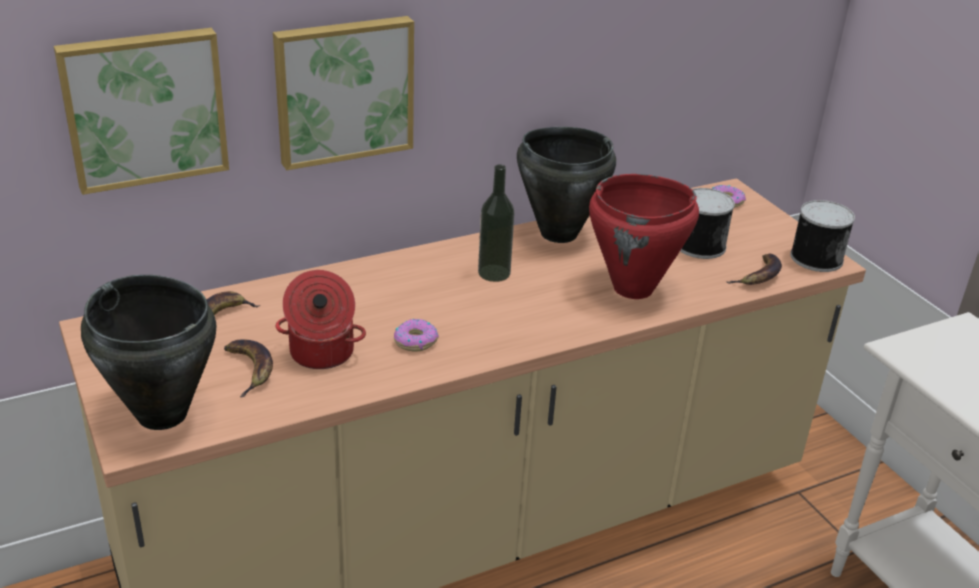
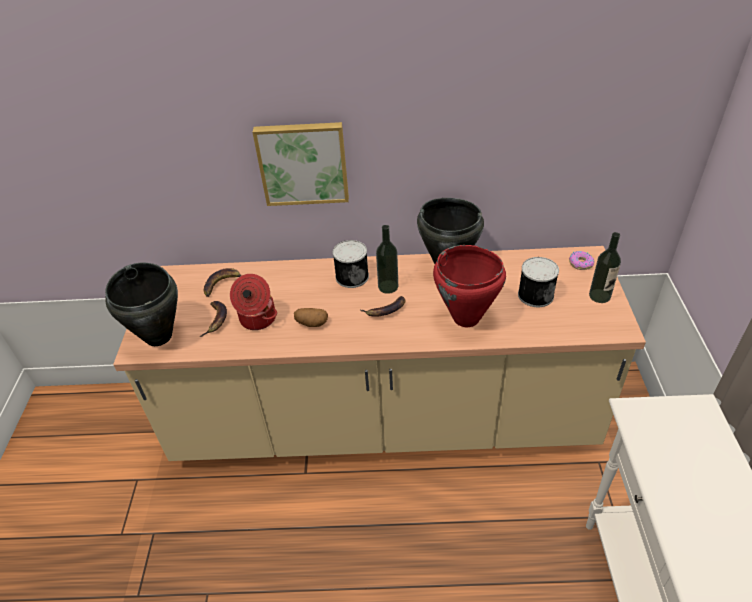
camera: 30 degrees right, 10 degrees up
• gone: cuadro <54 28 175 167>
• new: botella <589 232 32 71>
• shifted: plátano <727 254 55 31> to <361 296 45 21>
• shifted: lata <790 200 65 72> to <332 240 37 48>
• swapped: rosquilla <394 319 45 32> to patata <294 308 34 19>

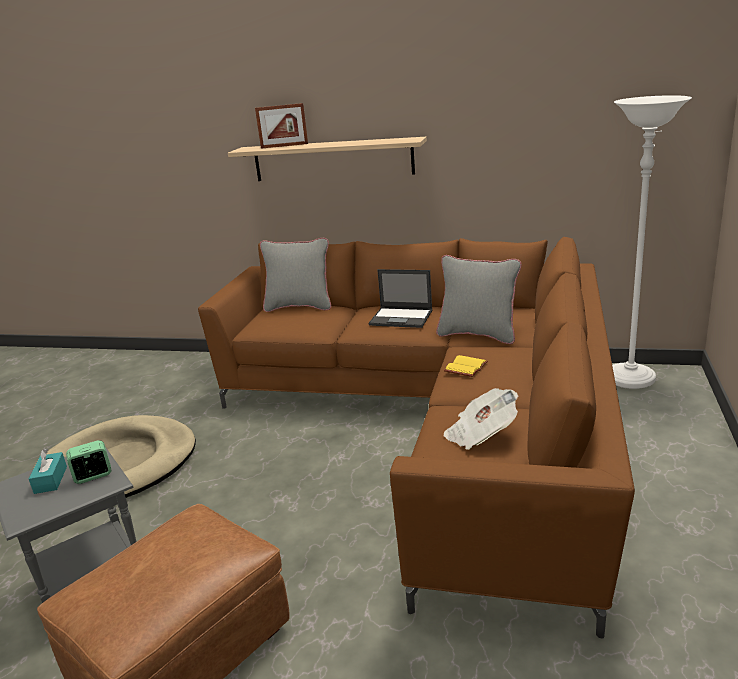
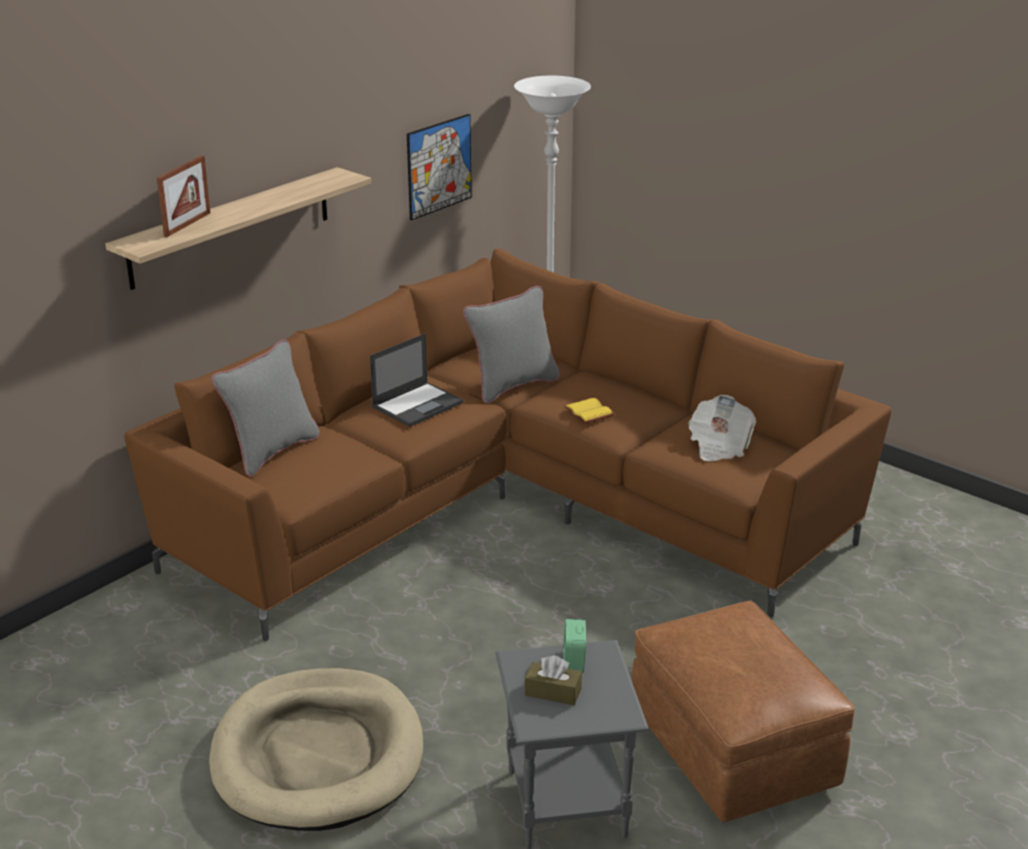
camera: 65 degrees left, 5 degrees up
• new: cuadro <407 114 65 107>
• repainted: caja de pañuelos (turquesa) <29 448 38 46> to caja de pañuelos (marrón) <525 655 57 50>

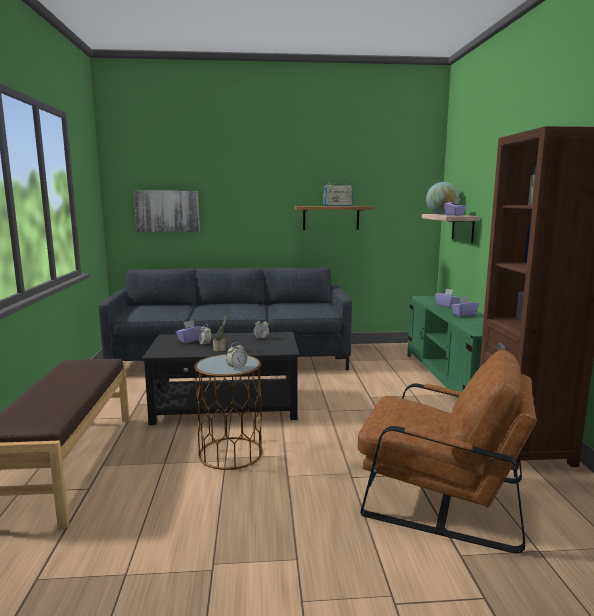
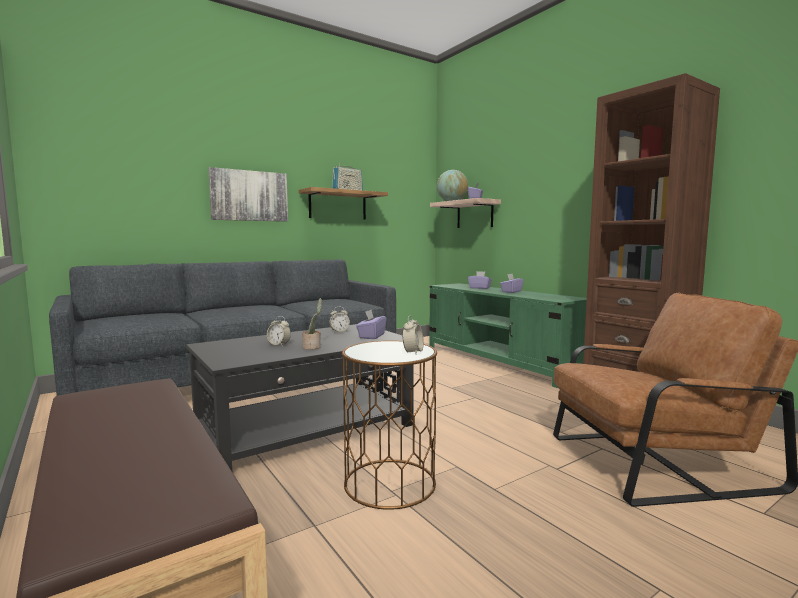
camera: 30 degrees left, 5 degrees down
• shifted: cuadro <134 191 66 41> to <208 167 80 55>
• shifted: caja de pañuelos (morado) <176 320 28 23> to <356 310 31 29>

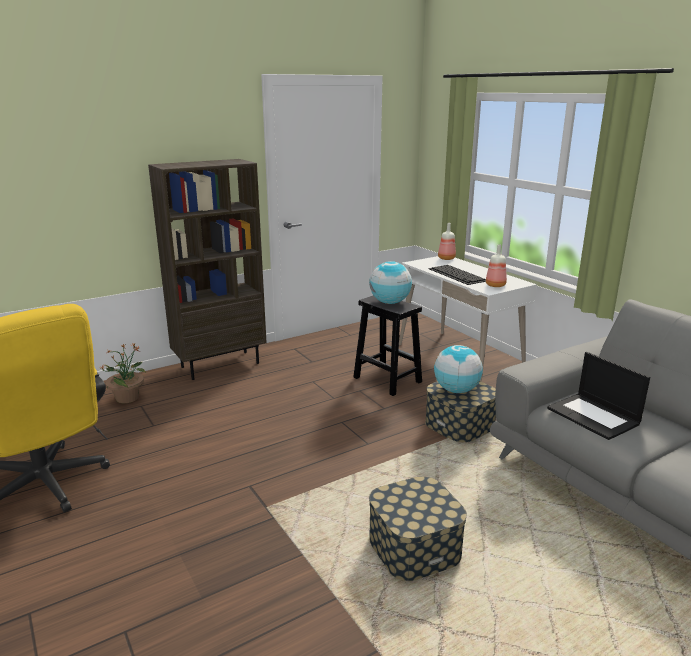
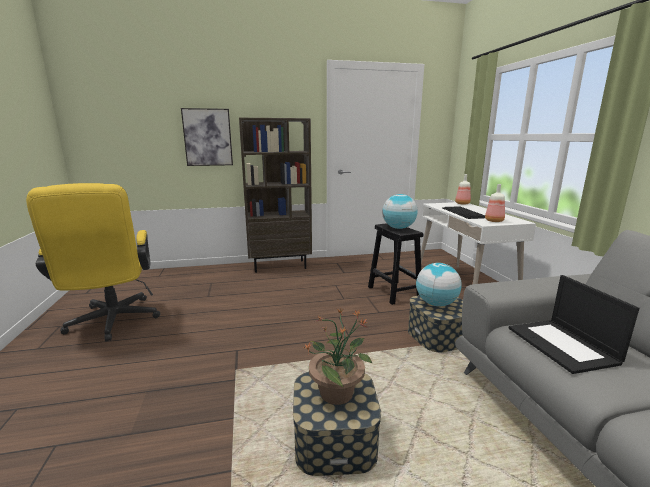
camera: 20 degrees right, 5 degrees down
• new: cuadro <181 108 52 58>
• shifted: planta en maceta <100 342 46 61> to <304 309 68 96>

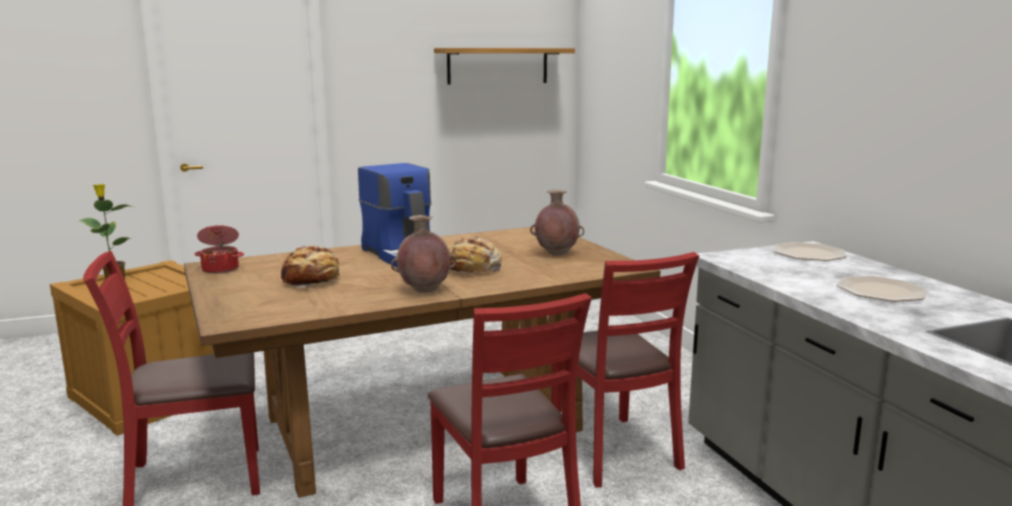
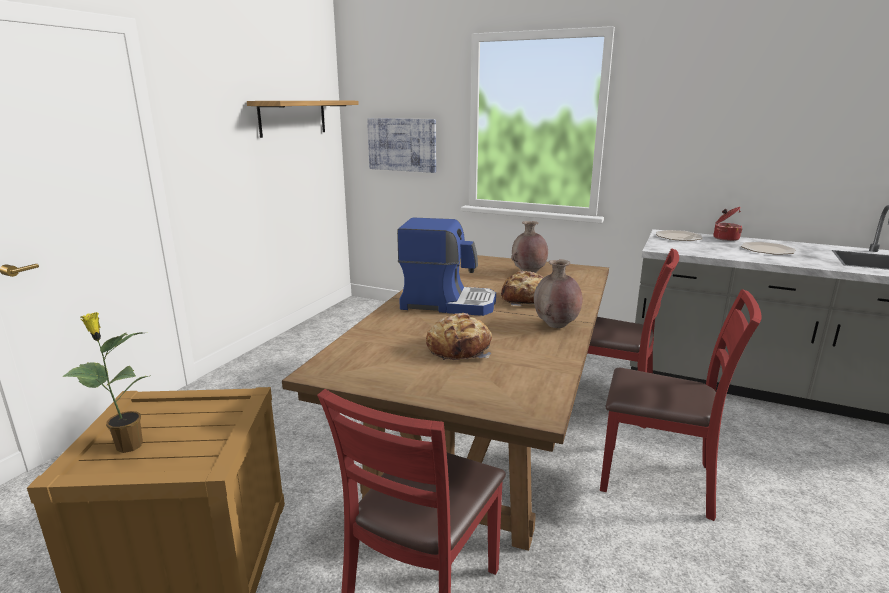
camera: 45 degrees left, 5 degrees up
• new: cuadro <367 118 69 55>
• shifted: olla <194 225 50 49> to <713 207 29 34>

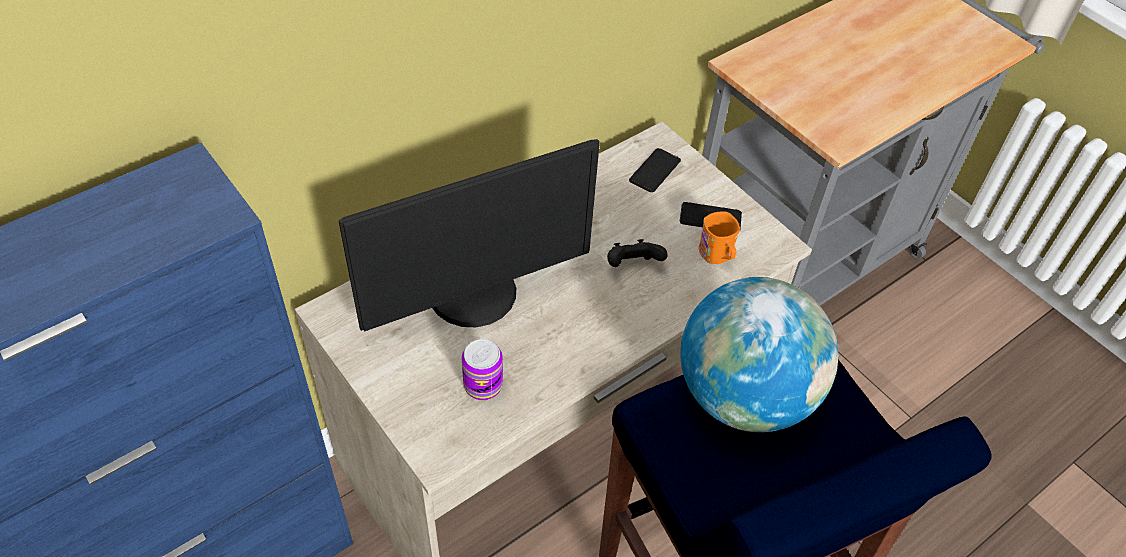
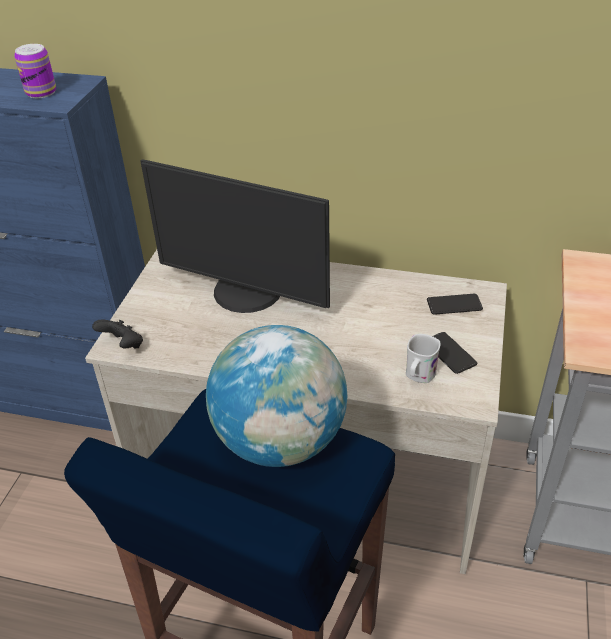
camera: 55 degrees right, 10 degrees down
• shifted: lata <462 339 41 61> to <14 44 42 54>
• shifted: mando de consola (negro) <607 239 61 28> to <92 320 51 29>
• repainted: taza grande (naranja) <699 211 41 53> to taza grande (blanco) <406 334 35 49>

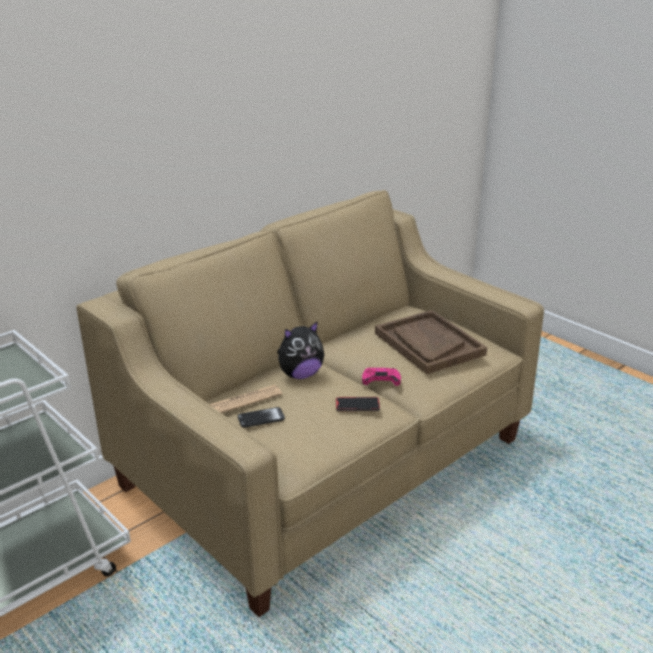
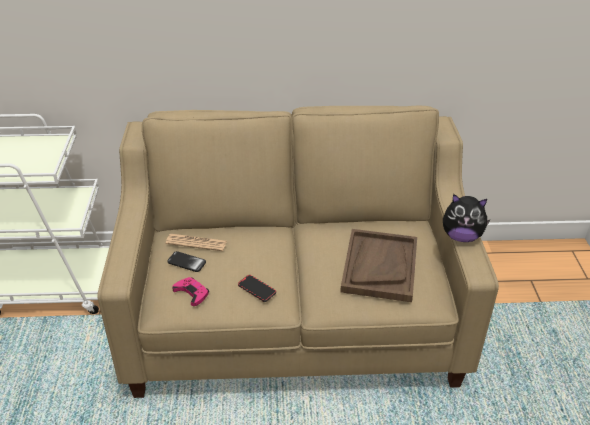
camera: 40 degrees right, 10 degrees up
• shifted: peluche <277 321 47 58> to <443 194 47 48>
• shifted: mando de consola (rosa) <362 368 39 18> to <172 277 37 29>

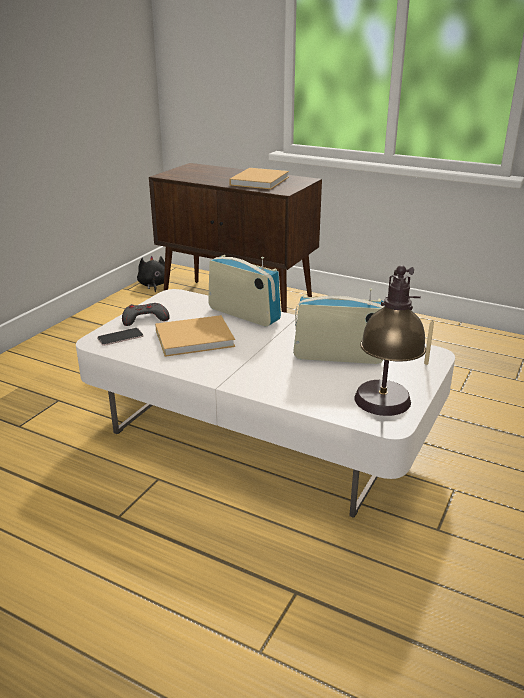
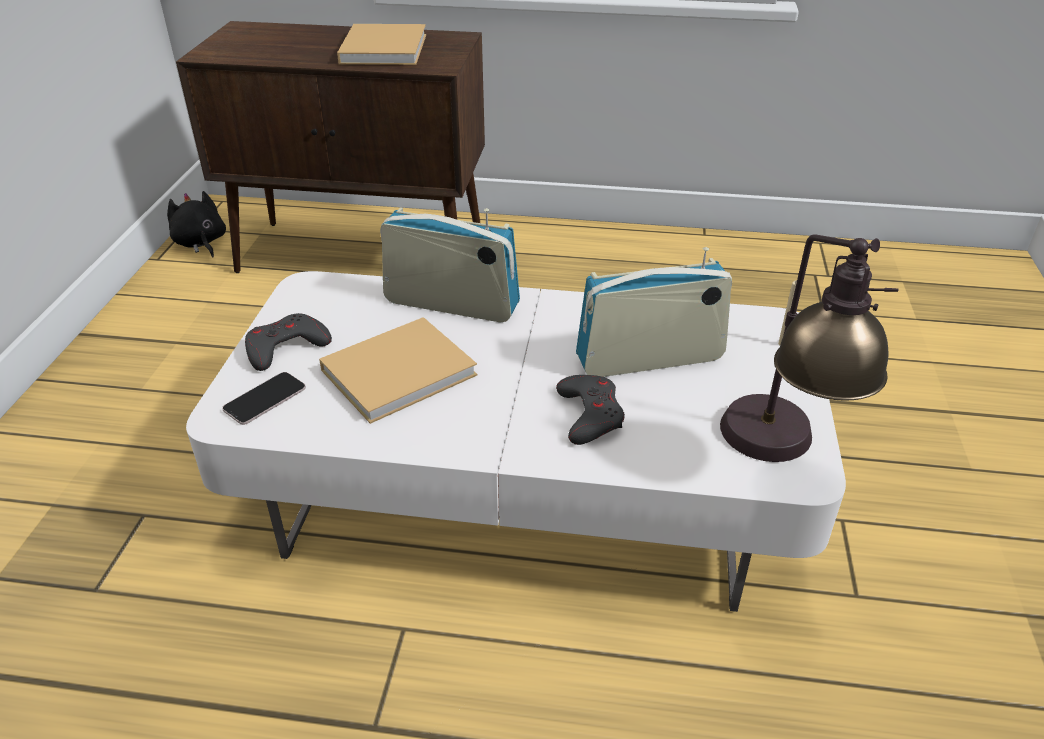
camera: 20 degrees left, 10 degrees up
• new: mando de consola (gris) <556 375 69 70>

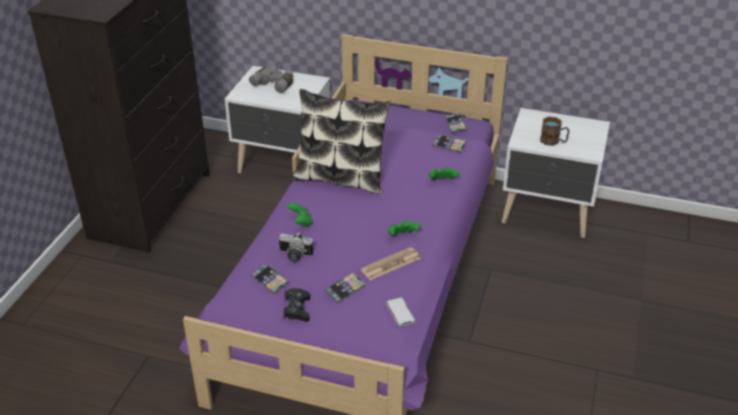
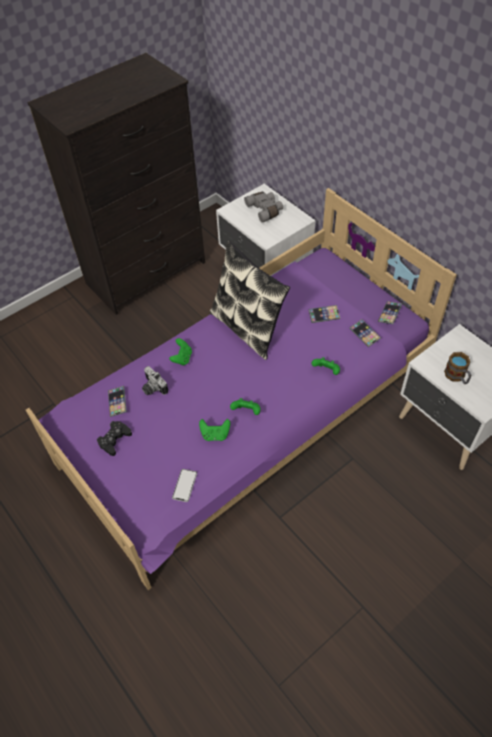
camera: 35 degrees right, 15 degrees up
• shifted: móvil <325 272 41 31> to <308 305 32 18>
• swapped: periódico <361 247 60 34> to mando de consola (verde) <199 419 31 22>

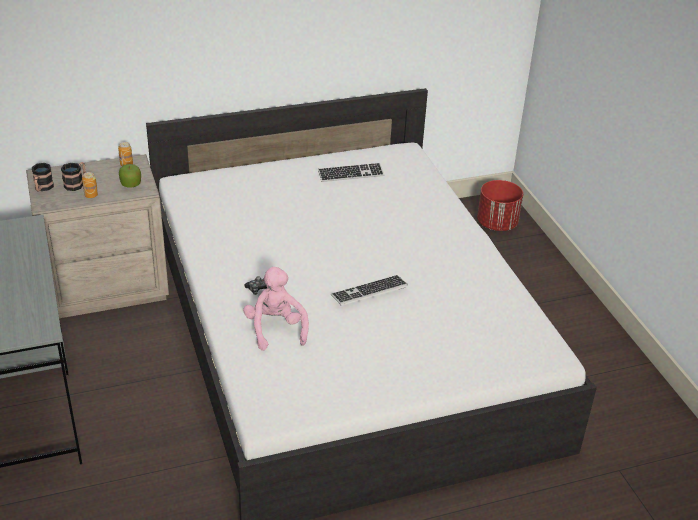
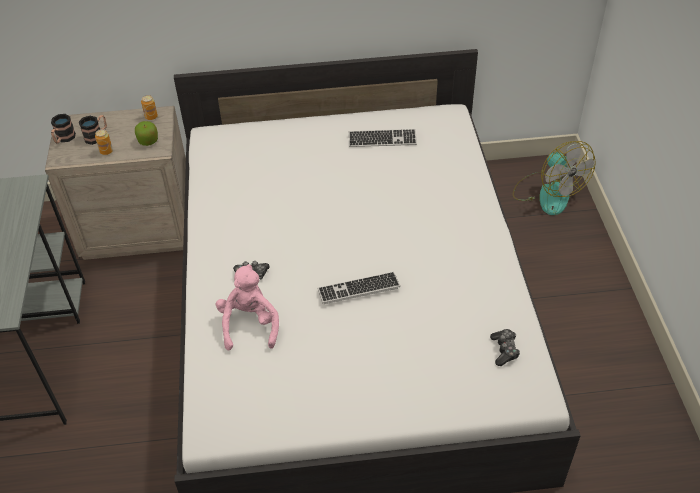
camera: 15 degrees right, 10 degrees up
• new: mando de consola <490 329 30 37>
• swapped: maceta (rojo) <477 180 46 51> to ventilador <513 141 83 74>

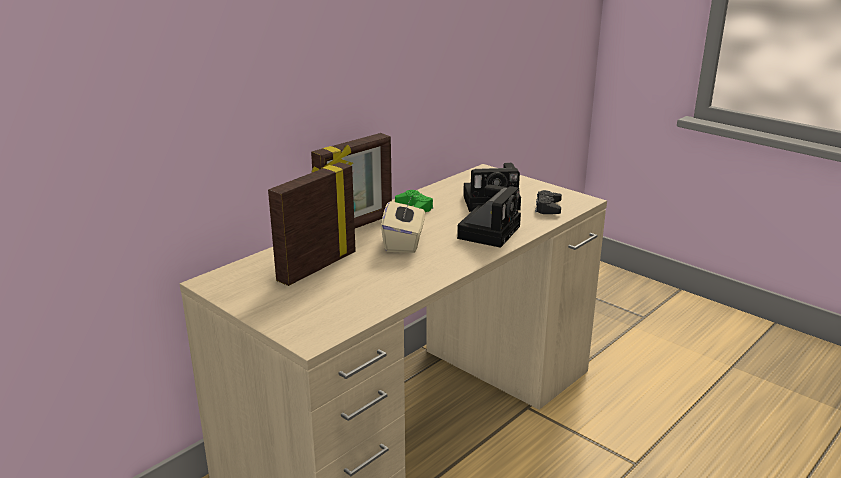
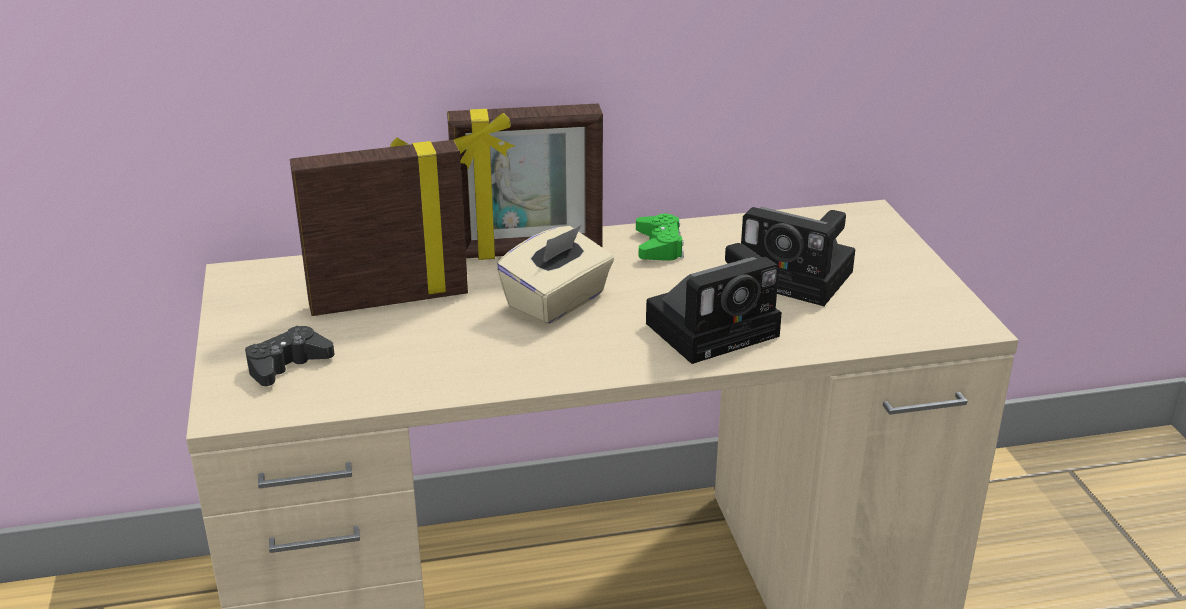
camera: 35 degrees right, 5 degrees up
• shifted: mando de consola (negro) <535 190 27 24> to <245 326 89 60>

